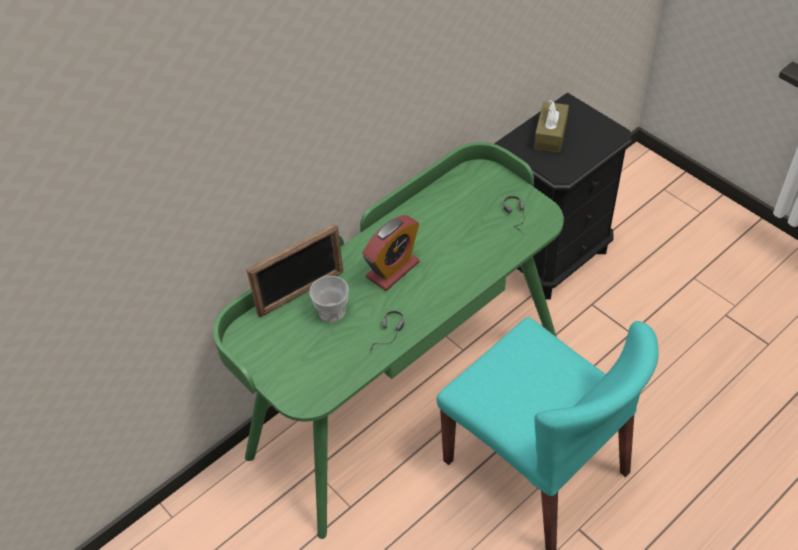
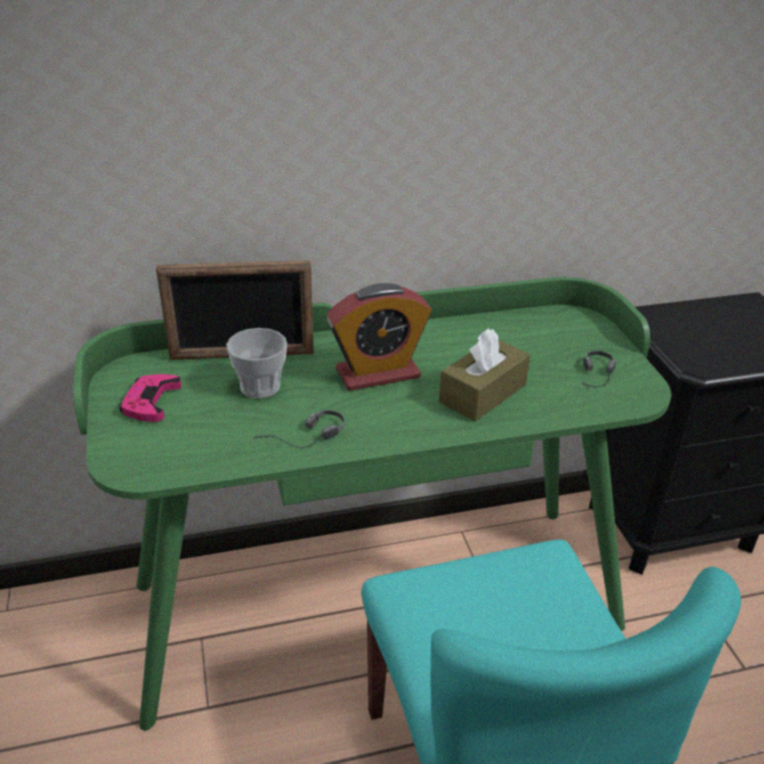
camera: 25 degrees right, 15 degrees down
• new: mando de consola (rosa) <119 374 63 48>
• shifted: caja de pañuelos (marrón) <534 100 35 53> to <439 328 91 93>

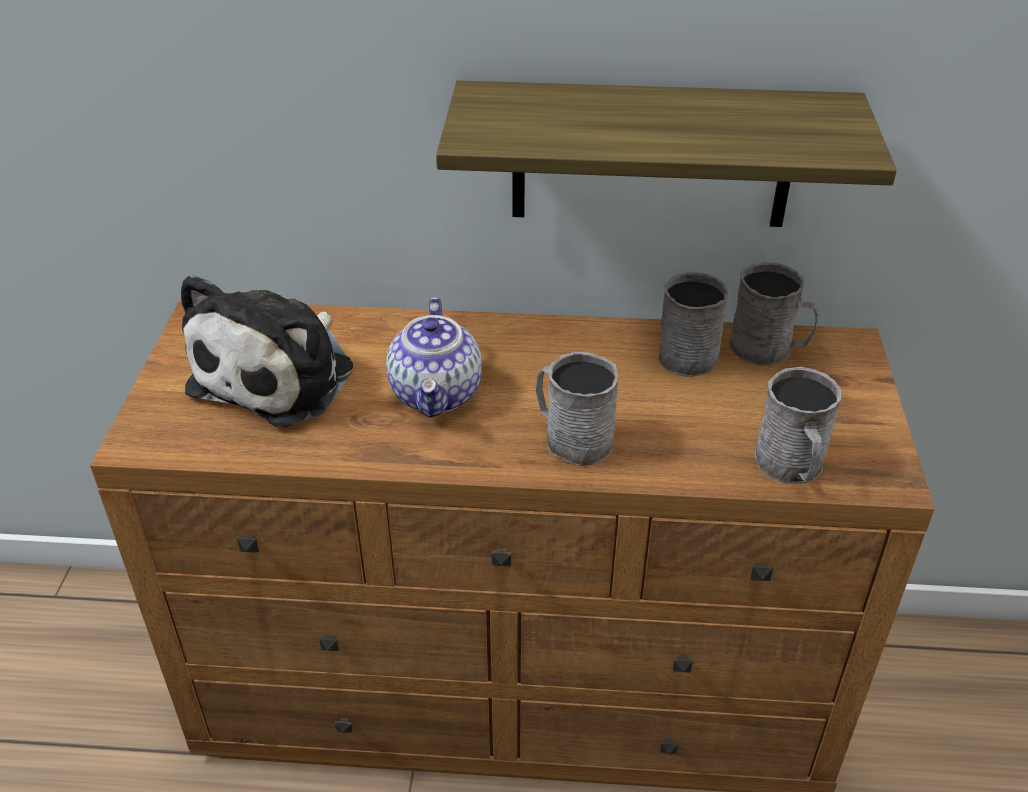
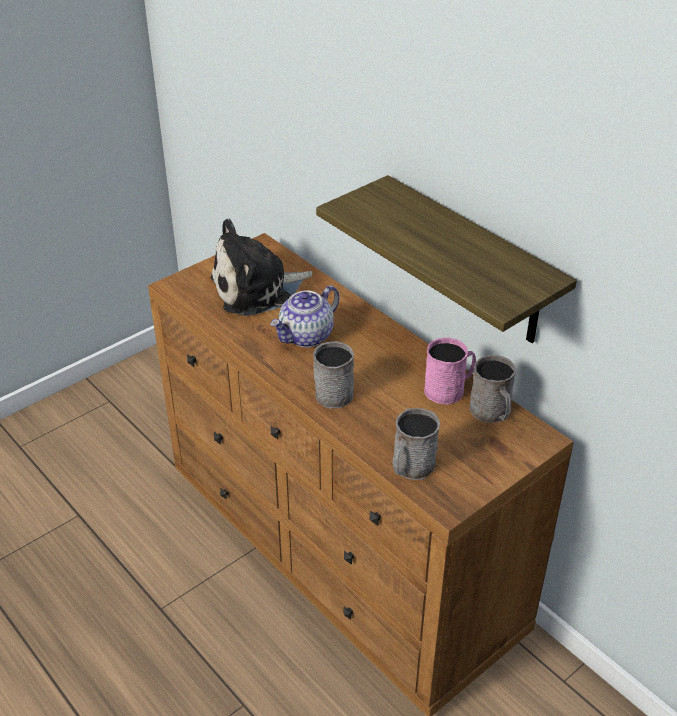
camera: 45 degrees right, 0 degrees up
• repainted: taza grande (gris) <659 272 69 105> to taza grande (rosa) <424 337 52 68>

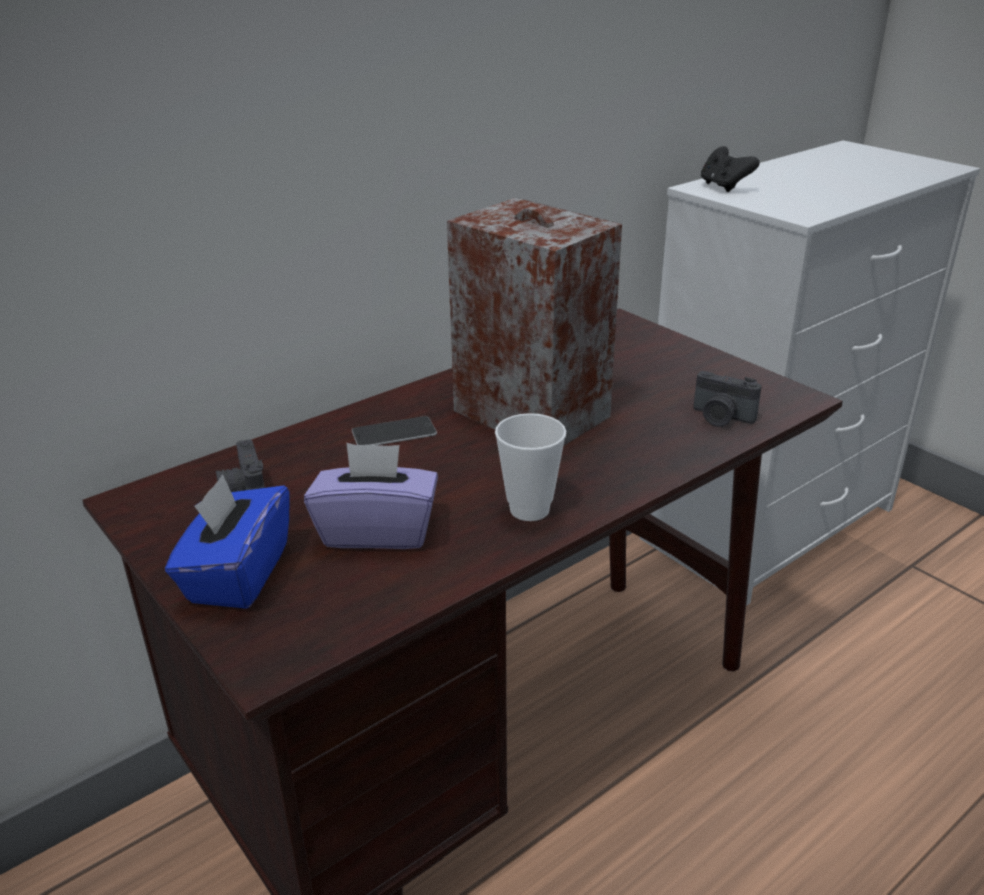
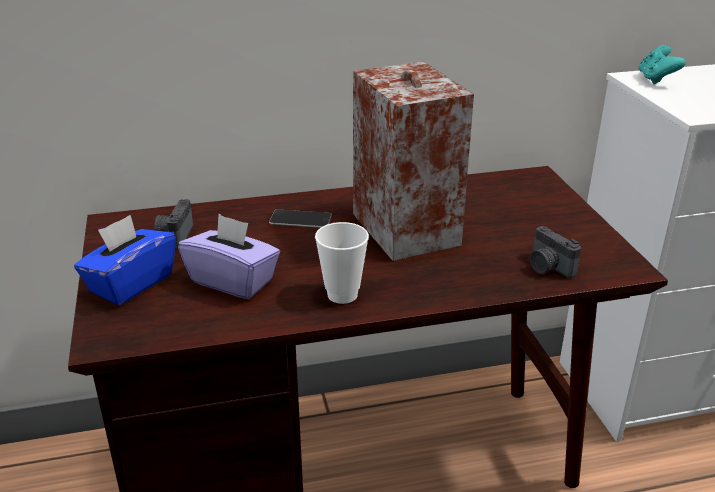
camera: 25 degrees right, 0 degrees up
• repainted: mando de consola (negro) <701 146 59 46> to mando de consola (turquesa) <638 45 48 40>

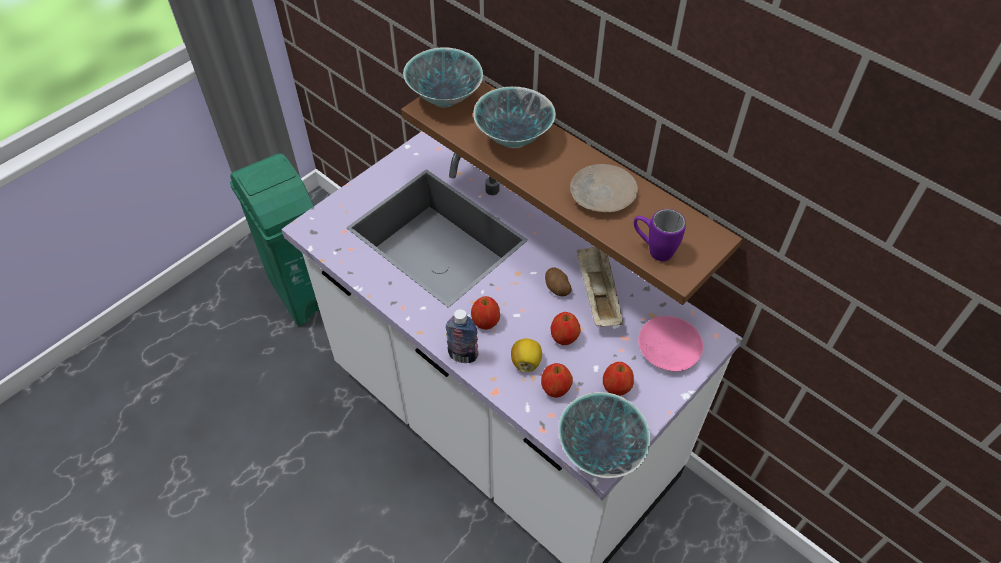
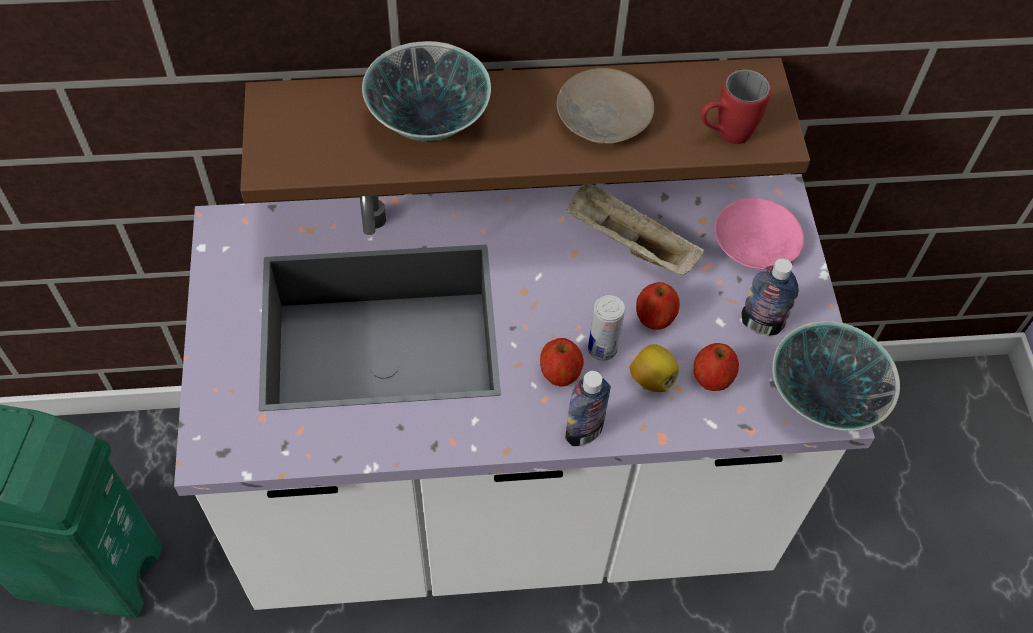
camera: 50 degrees left, 5 degrees up
• gone: cuenco <403 48 80 60>
• gone: patata <545 267 27 29>
• new: lata <588 295 37 66>
• swapped: manzana <603 362 31 34> to botella <742 258 57 77>
• repainted: taza grande (morado) <634 209 52 52> to taza grande (rojo) <701 69 70 75>

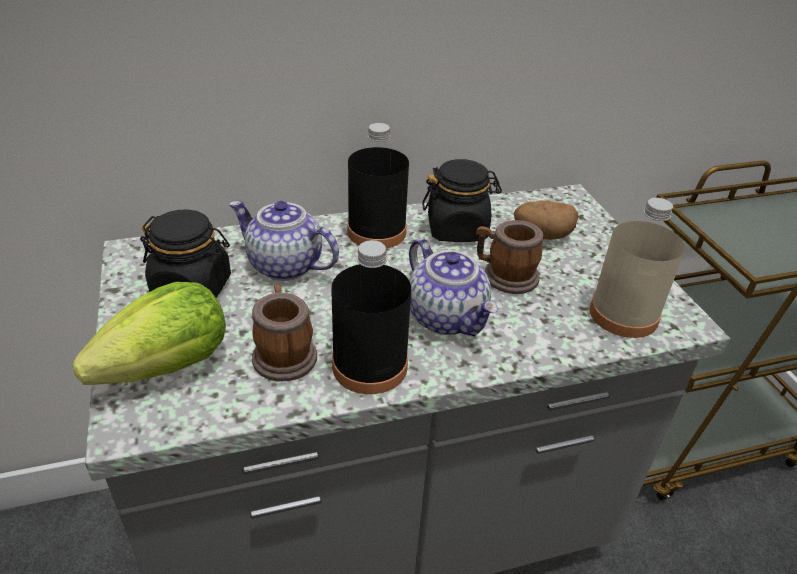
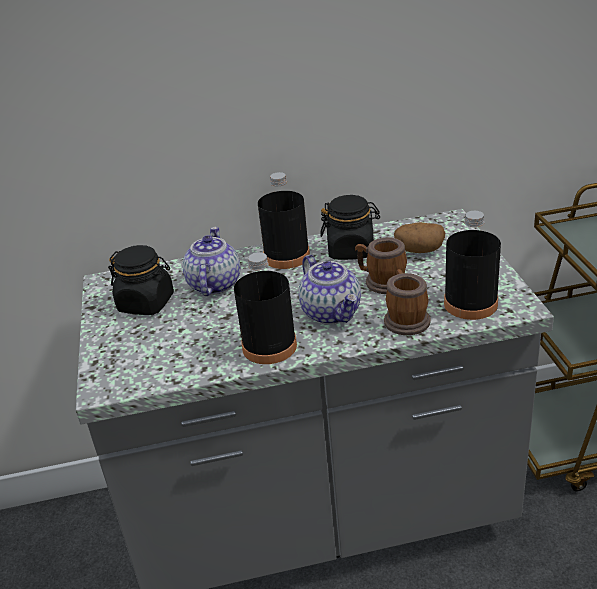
camera: 10 degrees right, 5 degrees down
• gone: lechuga <72 282 154 103>
• shifted: taza grande <252 284 65 98> to <384 269 47 66>
• repainted: botella (beis) <590 198 95 140> to botella (negro) <444 211 57 109>
• rotated: tetera <229 201 110 80> = <183 227 57 69> 60 degrees clockwise

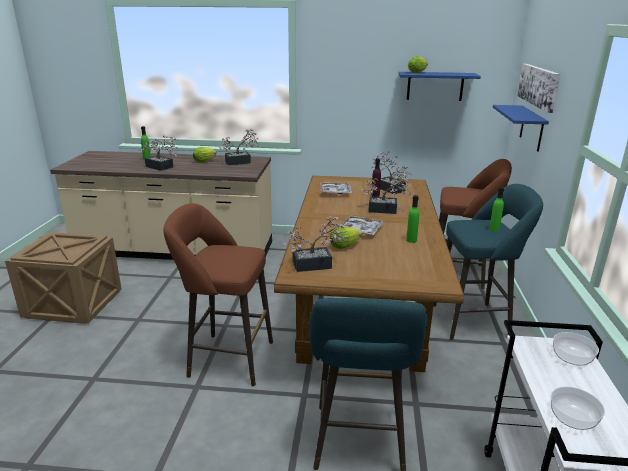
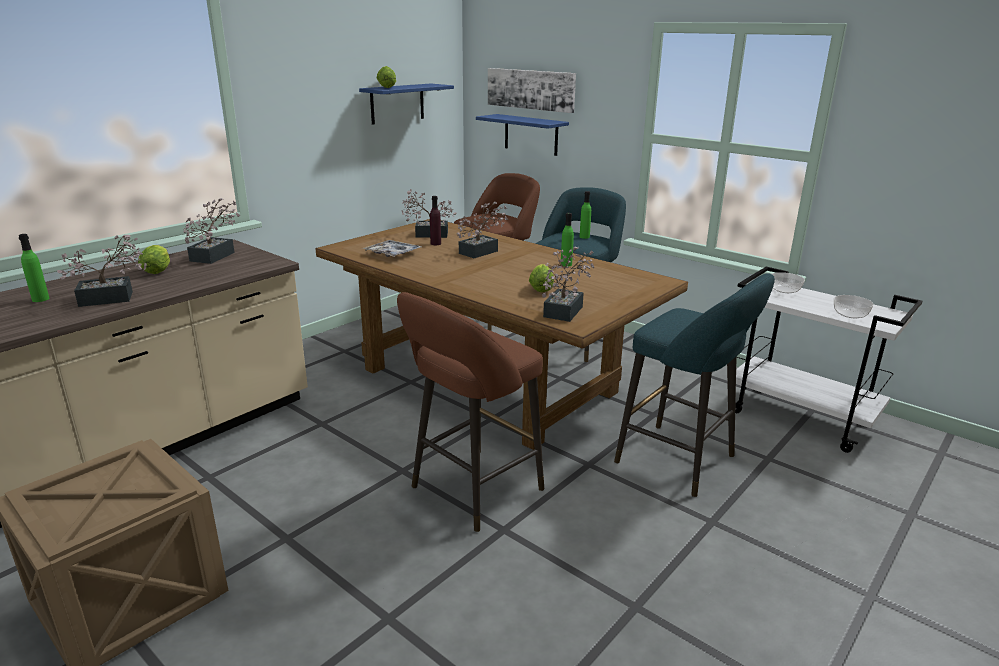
camera: 55 degrees left, 0 degrees up
• gone: bandeja <340 215 43 20>

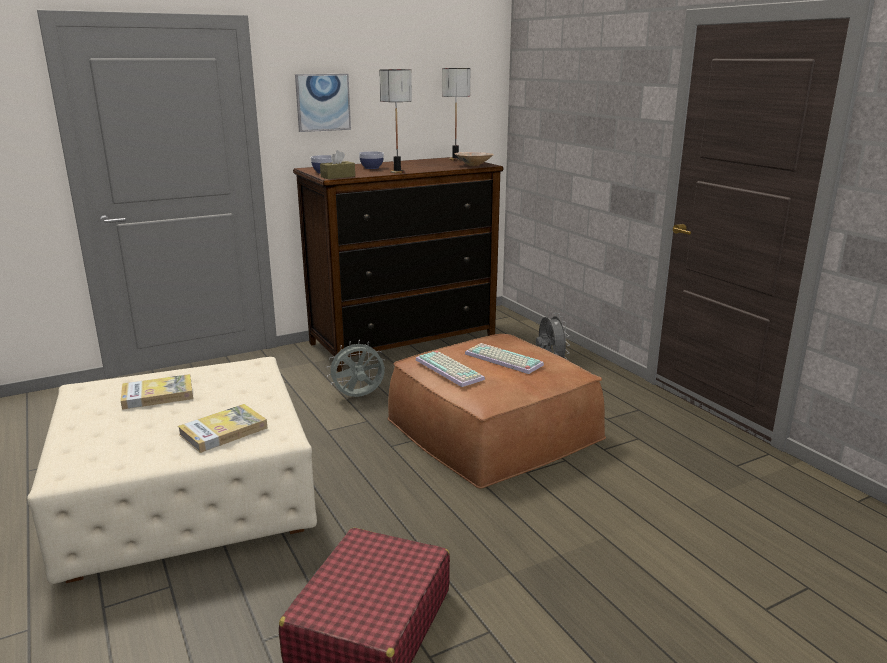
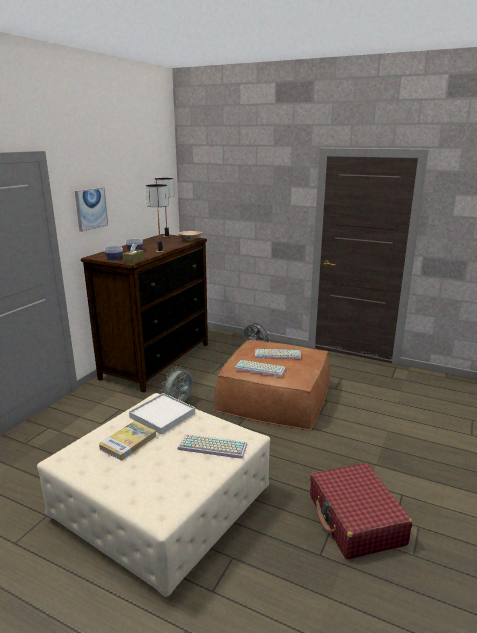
camera: 35 degrees left, 0 degrees up
• new: bandeja (blanco) <129 393 66 42>
• swapped: libro <178 404 89 49> to teclado <177 434 70 25>

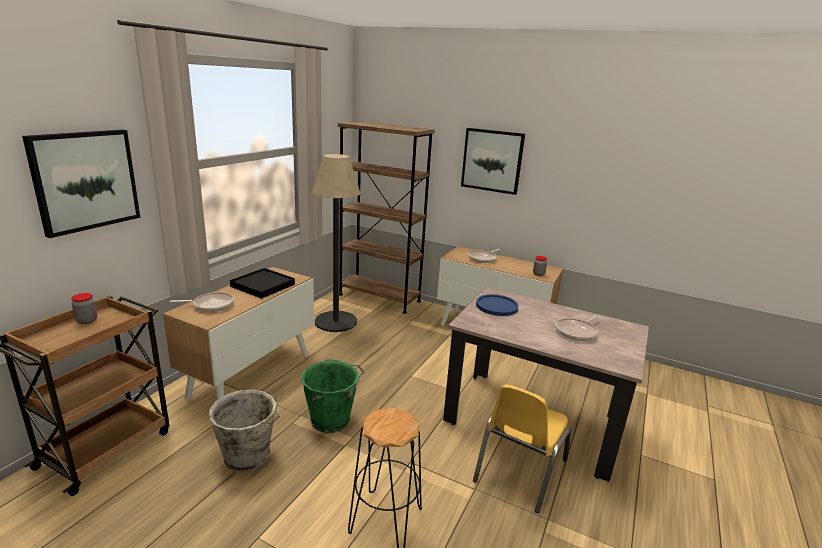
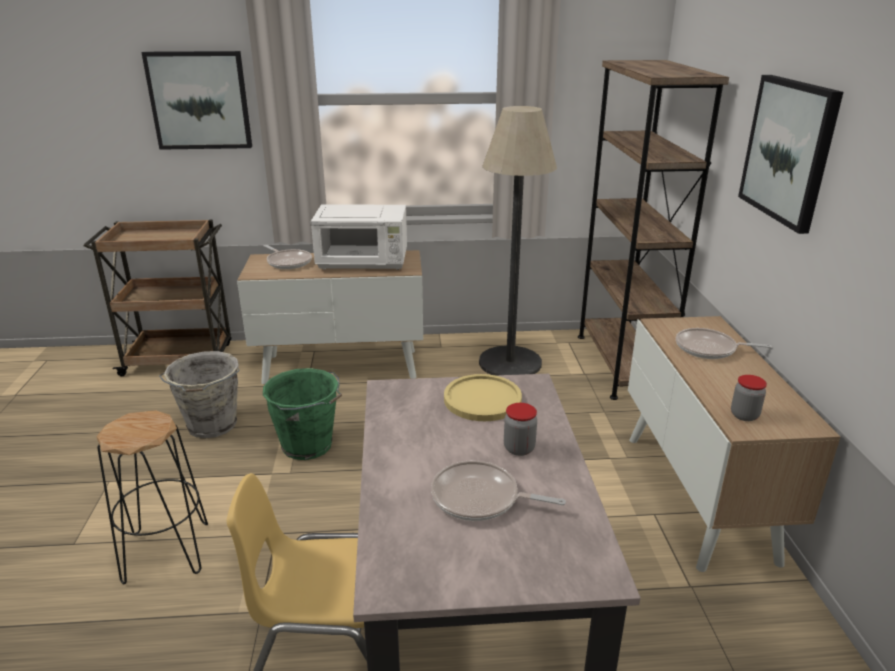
camera: 60 degrees right, 5 degrees up
• shifted: tarro <71 293 26 31> to <504 403 33 53>
• swapped: bandeja (negro) <230 268 65 31> to microondas (blanco) <310 204 97 66>
• repainted: plato (azul) <476 294 43 22> to plato (amarillo) <444 374 78 47>

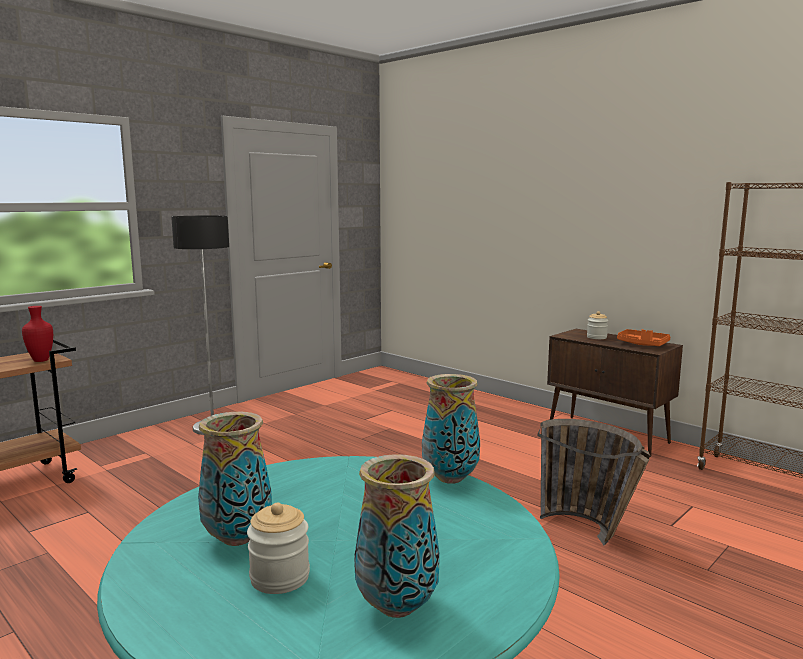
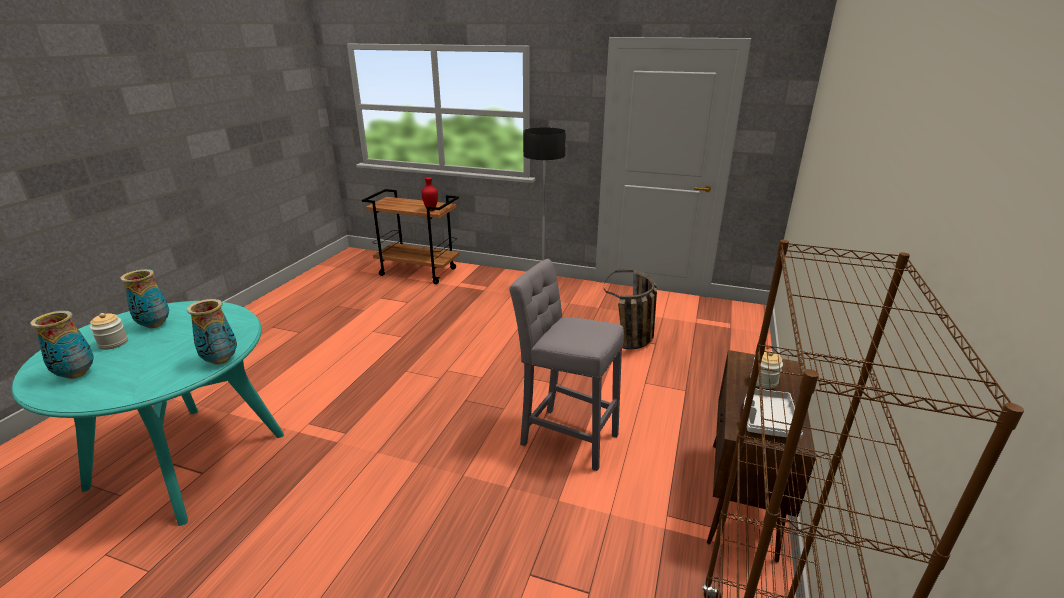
camera: 65 degrees right, 15 degrees up
• new: taburete (gris) <509 259 115 212>
• shifted: cesta <538 419 112 126> to <604 270 53 79>
• repainted: bandeja (naranja) <617 329 54 17> to bandeja (gris) <744 389 59 50>

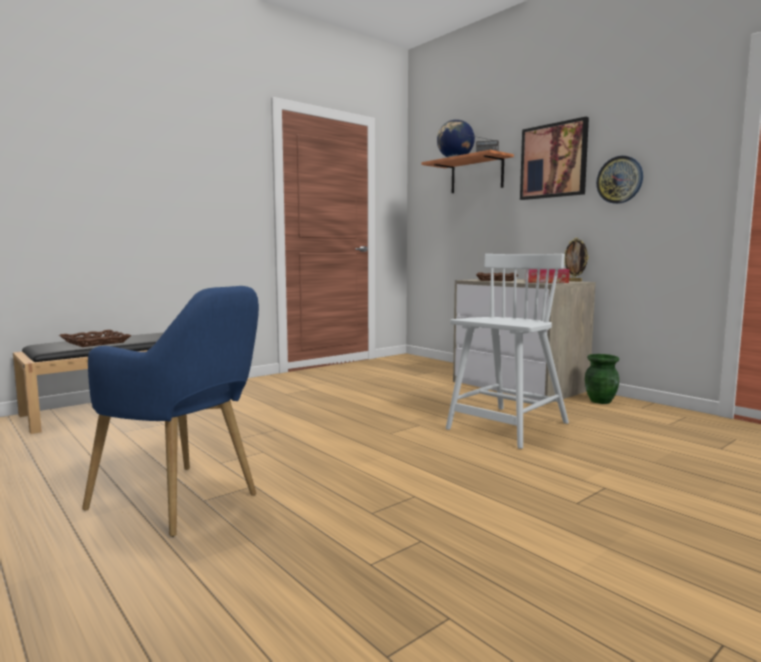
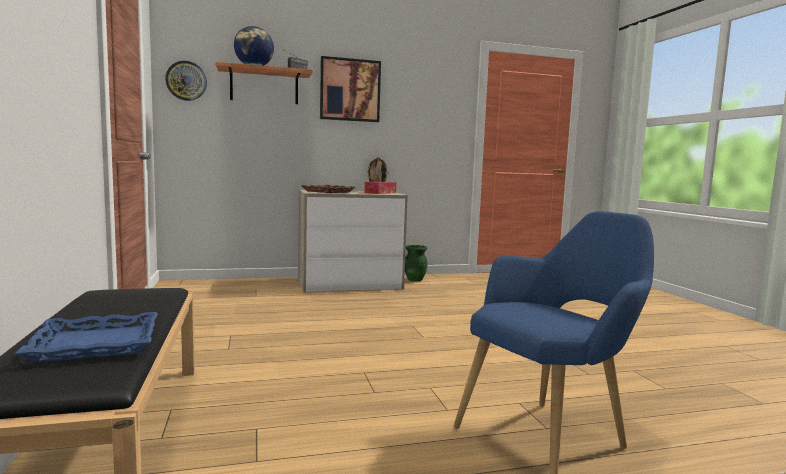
camera: 65 degrees left, 0 degrees up
• gone: silla (blanco) <446 254 123 195>
• shifted: reloj de pared <596 156 47 48> to <165 61 42 40>
• repainted: bandeja (marrón) <59 330 72 17> to bandeja (azul) <15 312 143 51>

